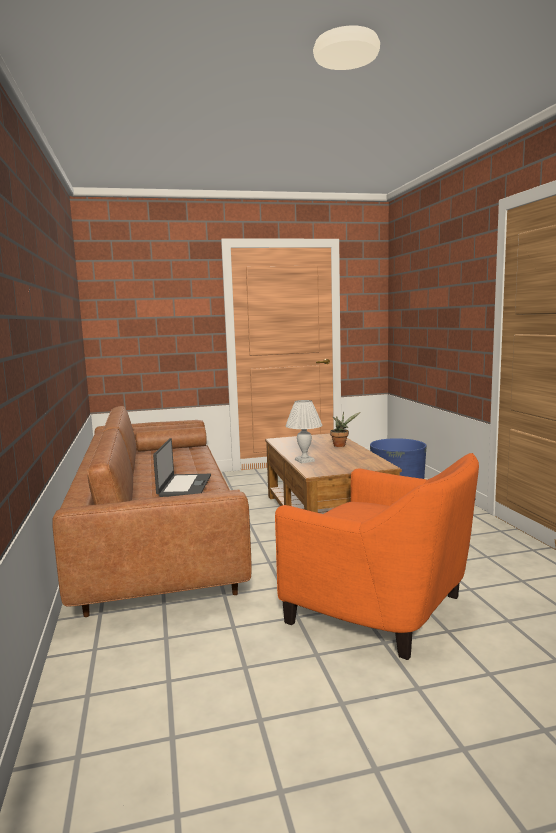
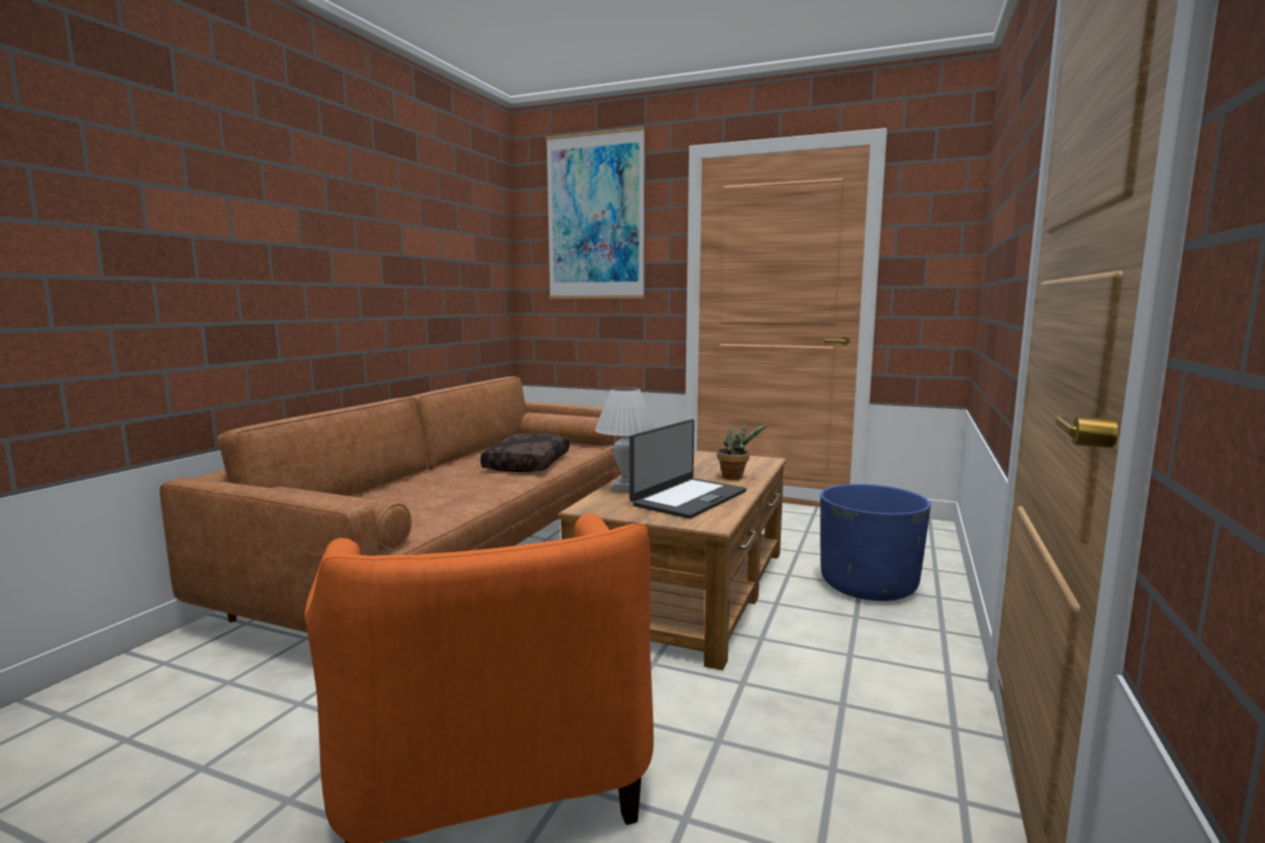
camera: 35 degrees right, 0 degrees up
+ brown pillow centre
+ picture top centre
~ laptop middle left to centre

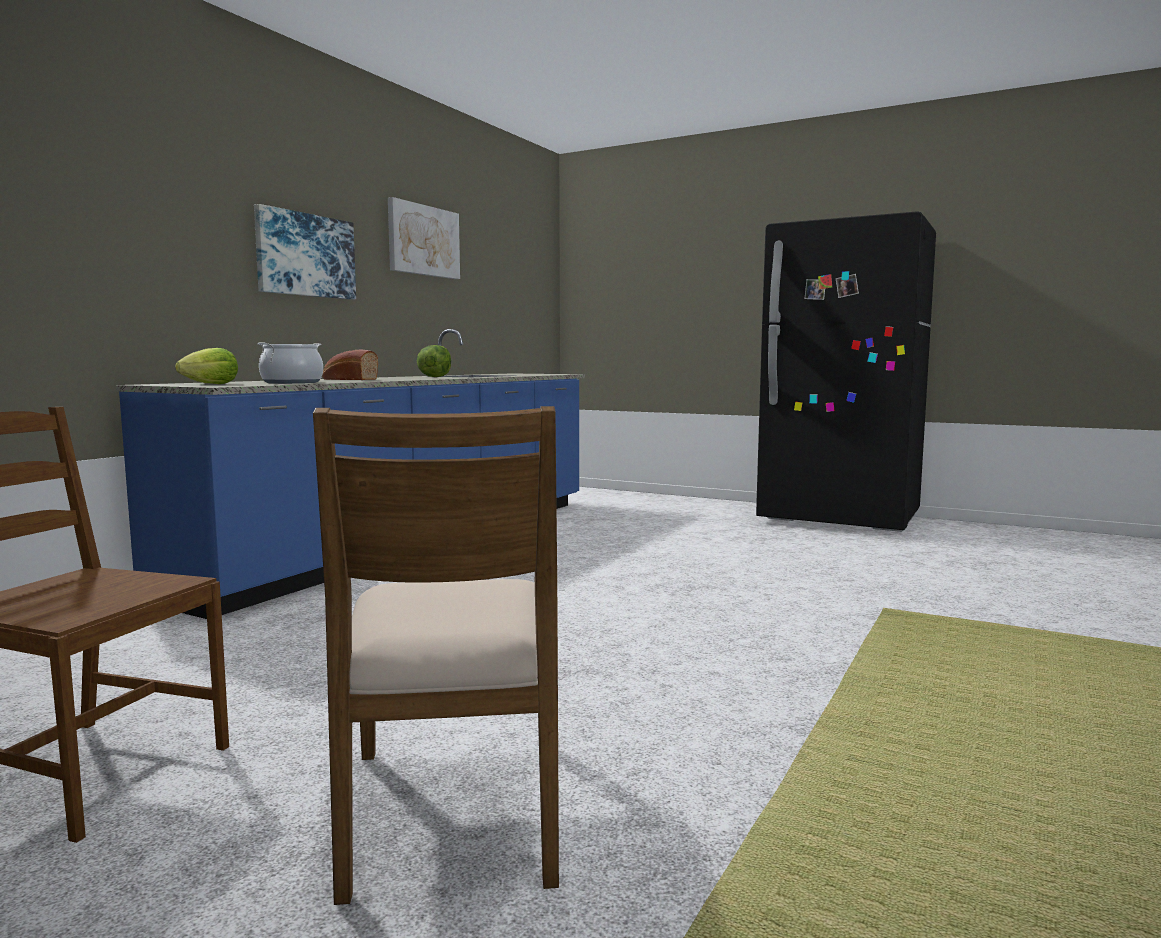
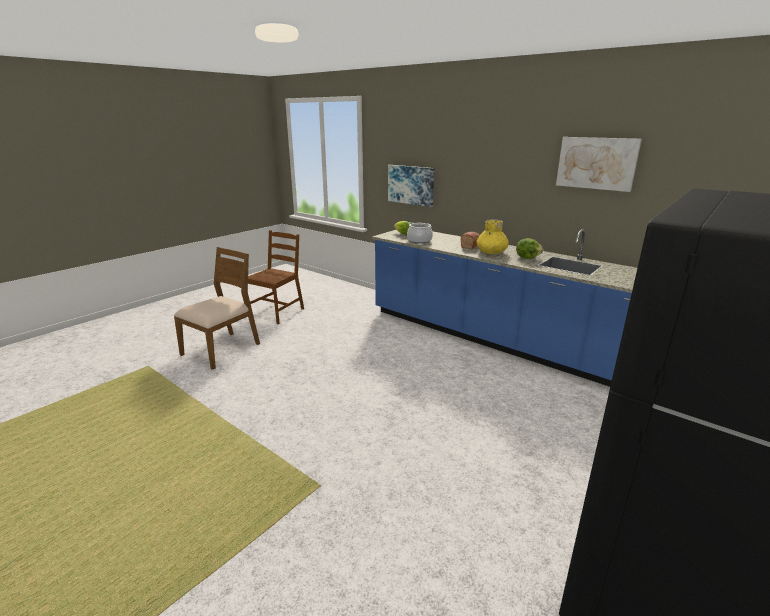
camera: 100 degrees right, 15 degrees up
+ yellow vase centre
~ picture (no. 1 from left) top left to top centre
~ brown chair (no. 2 from left in the first image) bottom centre = middle left 120 degrees clockwise

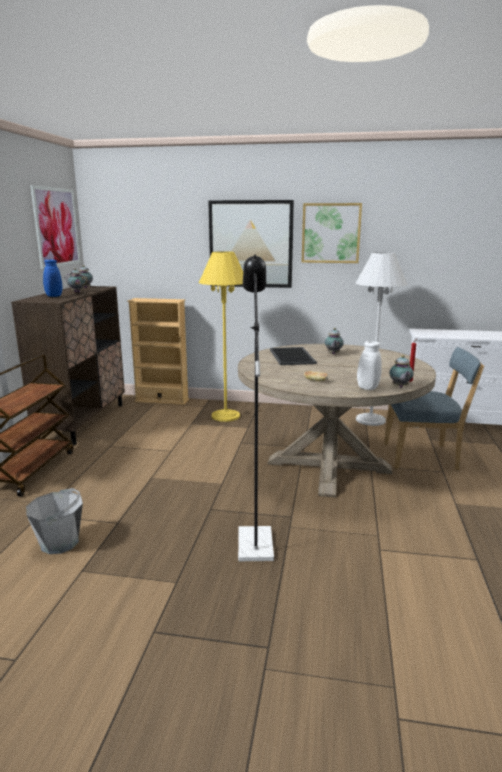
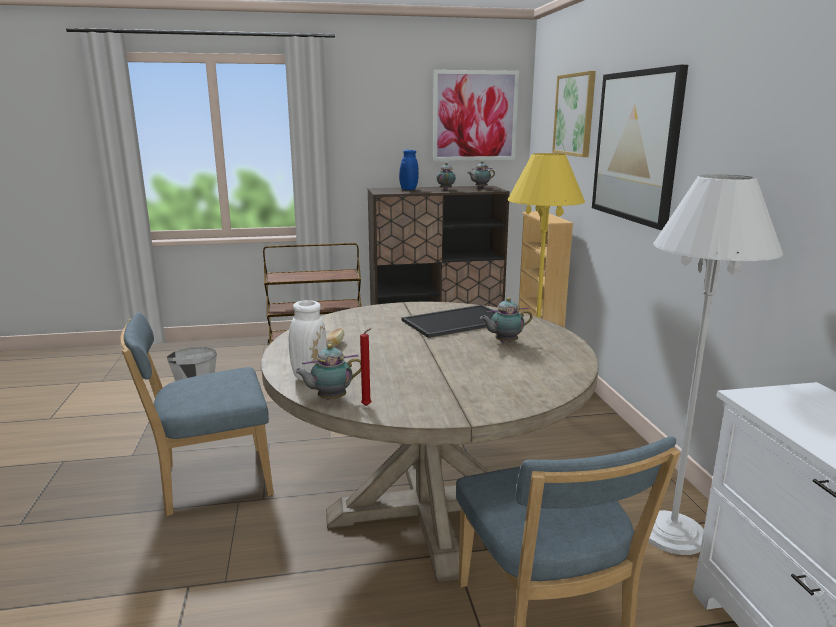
camera: 70 degrees right, 0 degrees up
~ picture (no. 3 from left in the first image) top centre to picture (no. 2 from left) top right
~ black floor lamp centre to blue chair (no. 1 from left) middle left

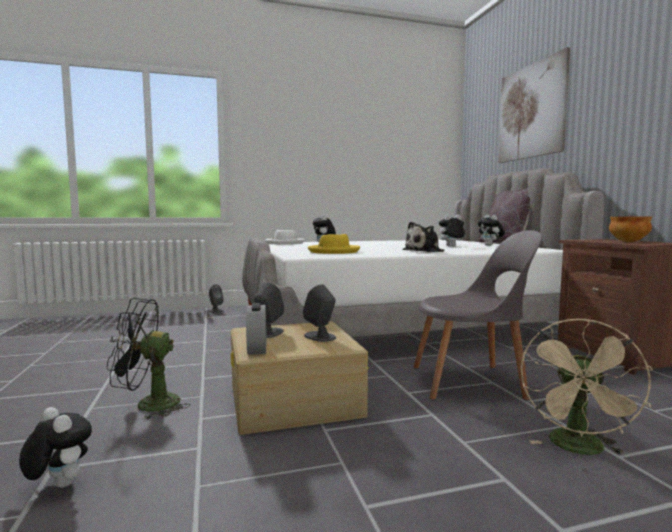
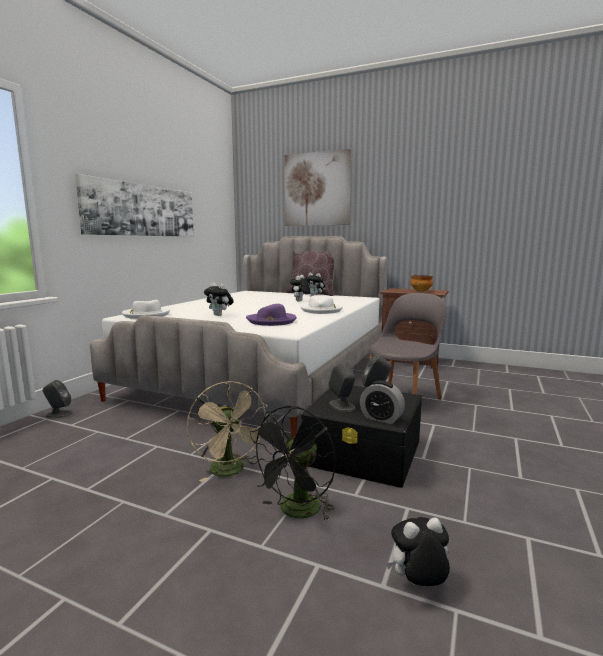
camera: 50 degrees left, 5 degrees up
+ picture (no. 1 from left) top left
~ beige fan bottom right to centre
~ plush toy (no. 3 from left) centre to white hat (no. 2 from left) centre
~ beige storage box bottom centre to black storage box centre
~ yellow hat centre to purple hat centre

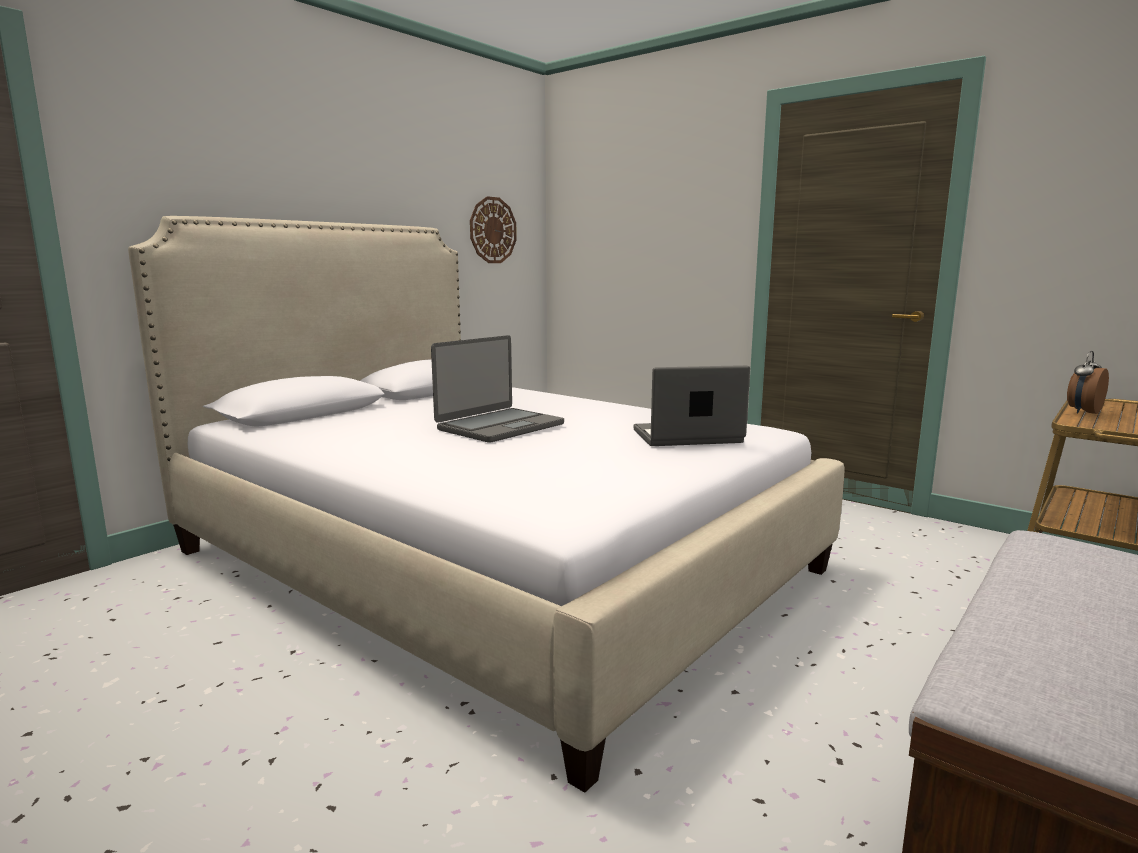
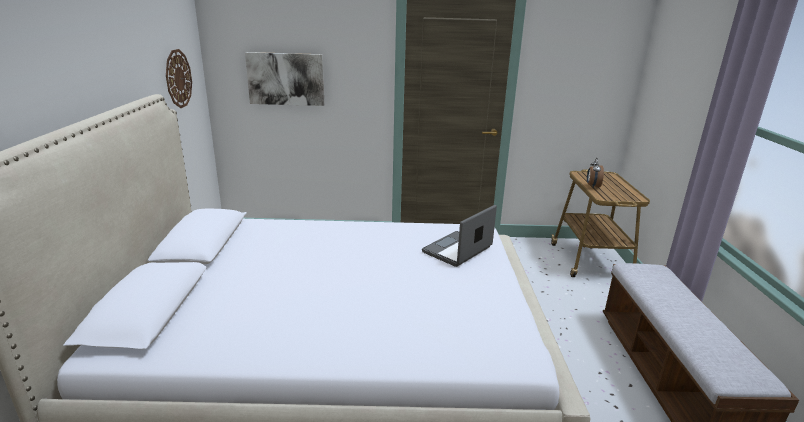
camera: 40 degrees left, 10 degrees up
- laptop (no. 1 from left) centre
+ picture top centre

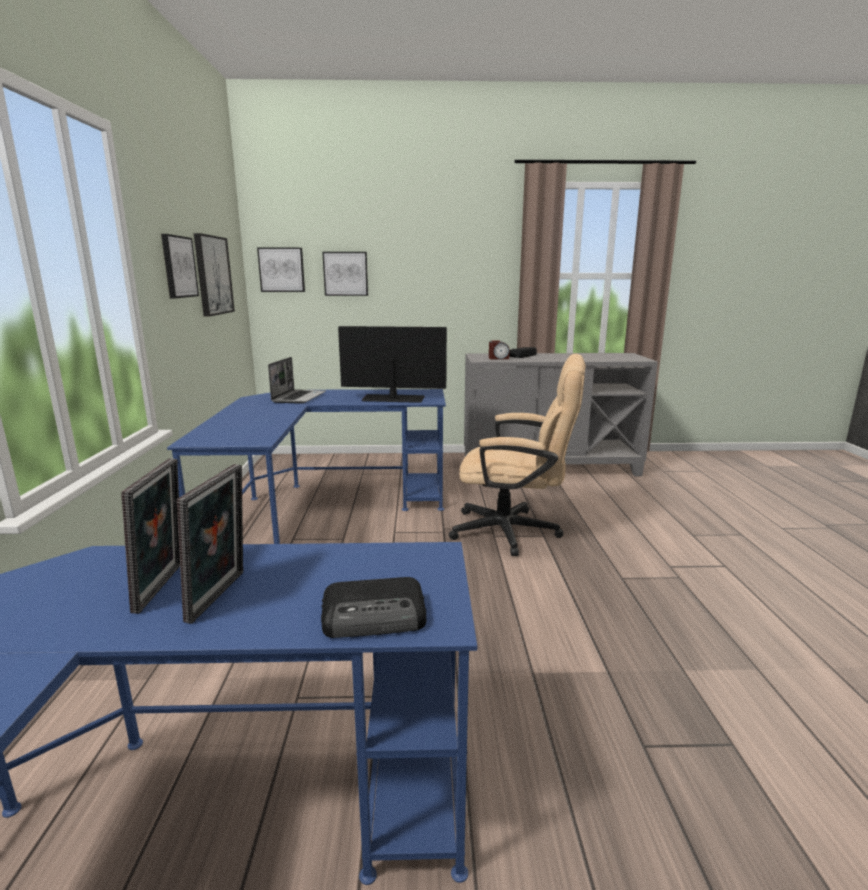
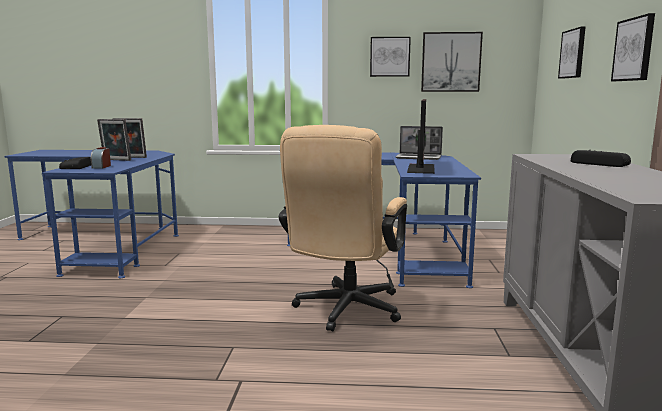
camera: 95 degrees right, 5 degrees down
~ picture (no. 3 from left in the first image) top left to picture (no. 4 from left) top right
~ alarm clock centre to middle left

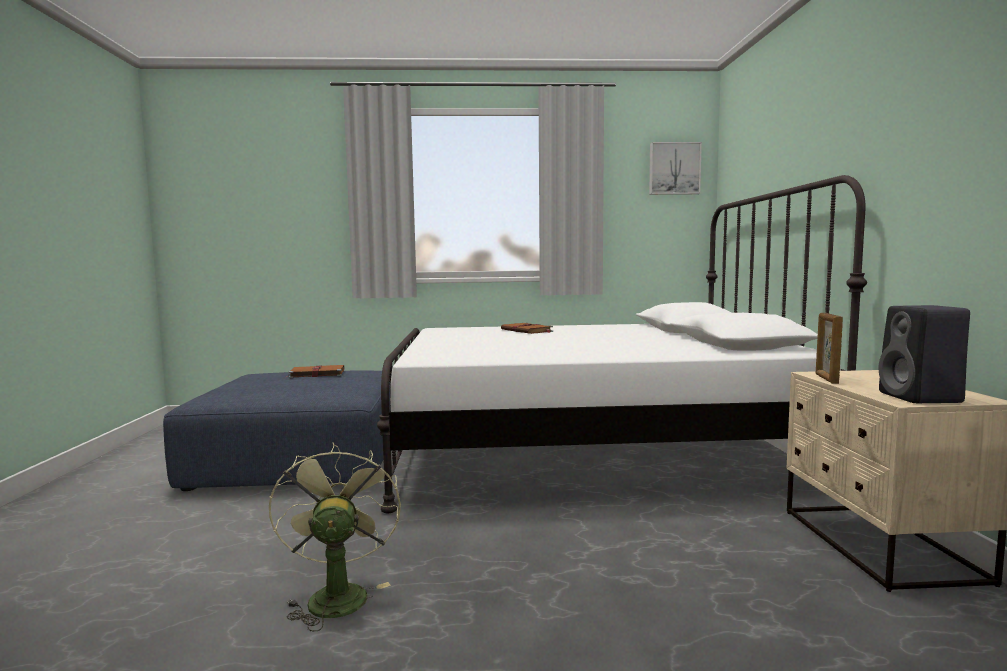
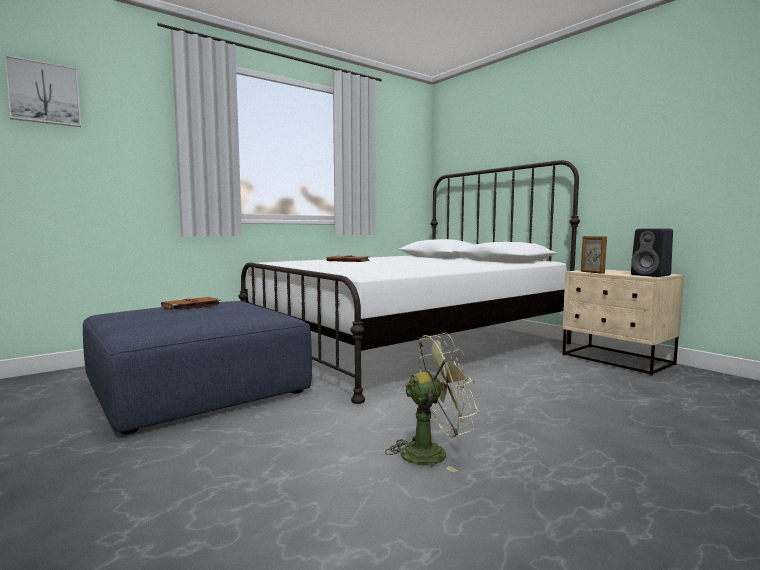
camera: 35 degrees left, 0 degrees up
~ picture top right to top left
~ green fan bottom left = bottom centre 120 degrees clockwise

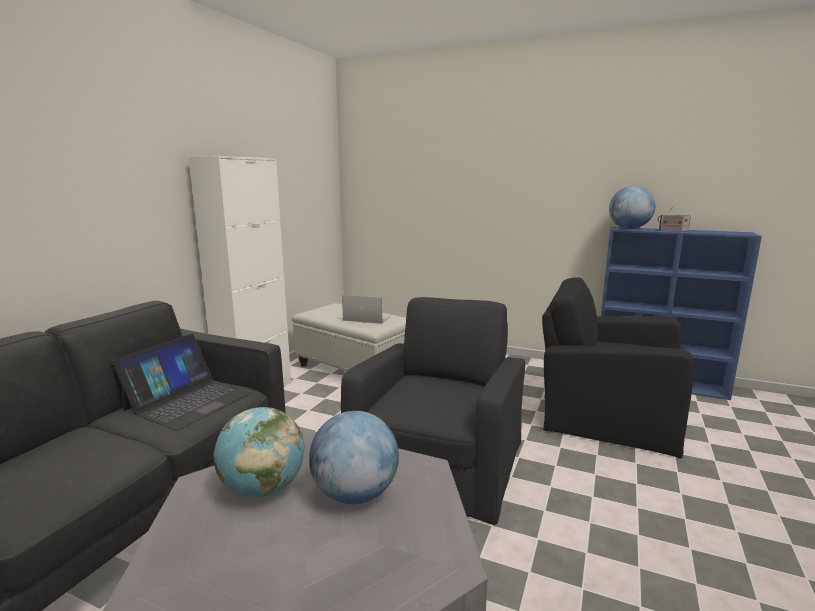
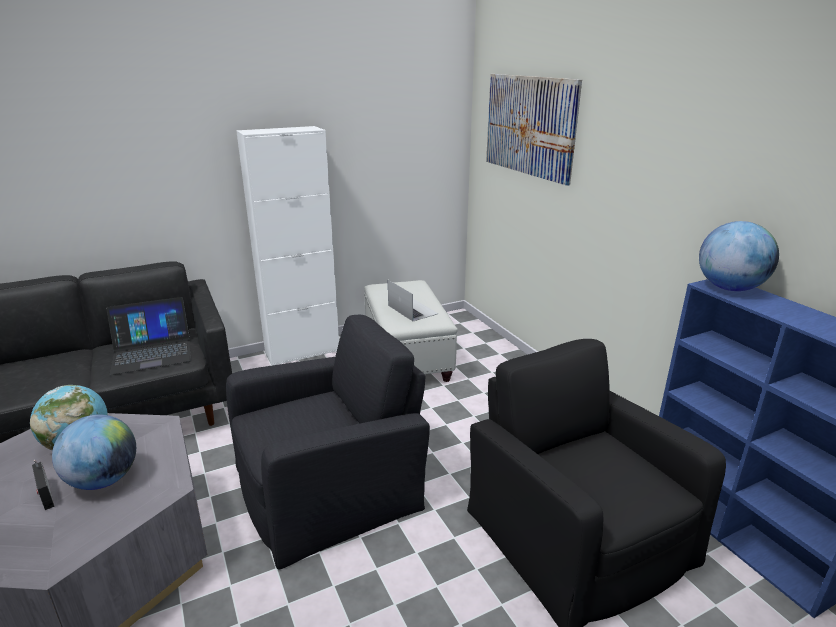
camera: 40 degrees right, 10 degrees up
+ picture top centre
~ radio middle right to bottom left

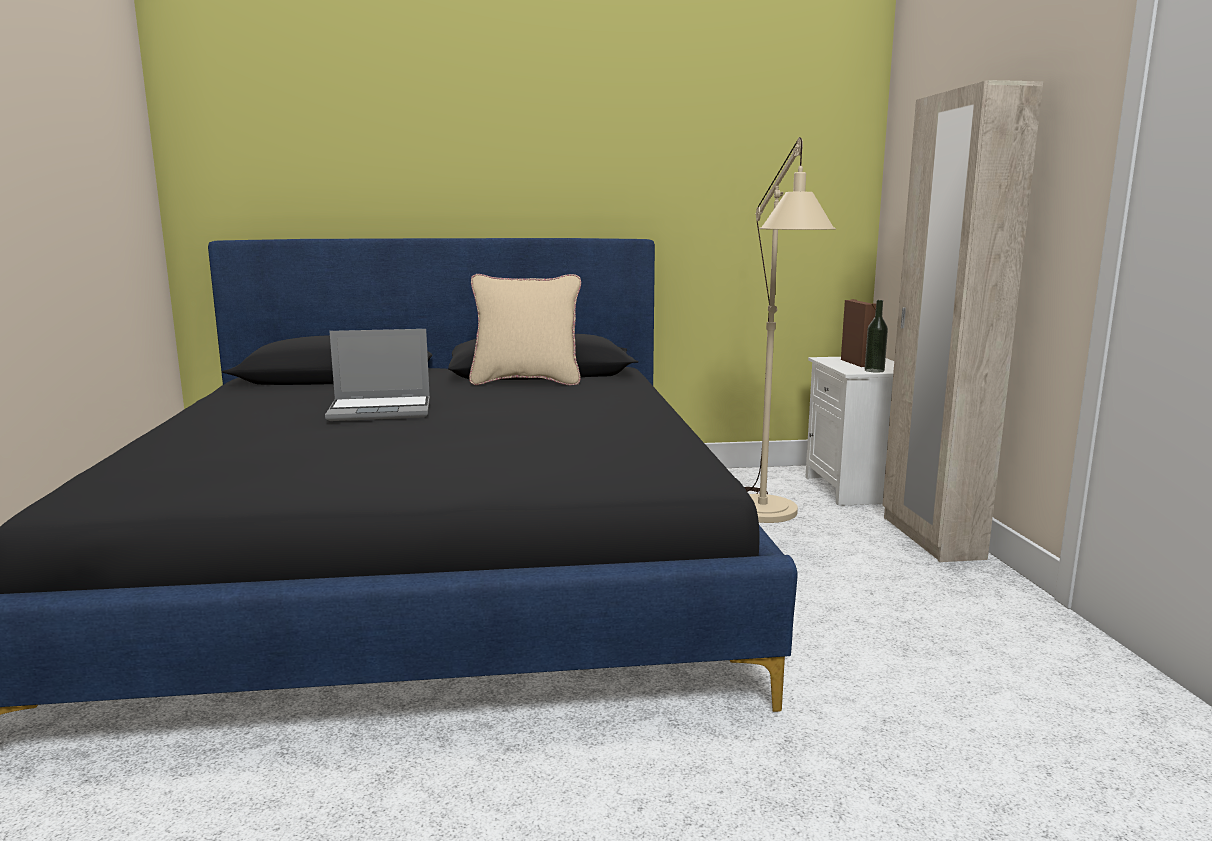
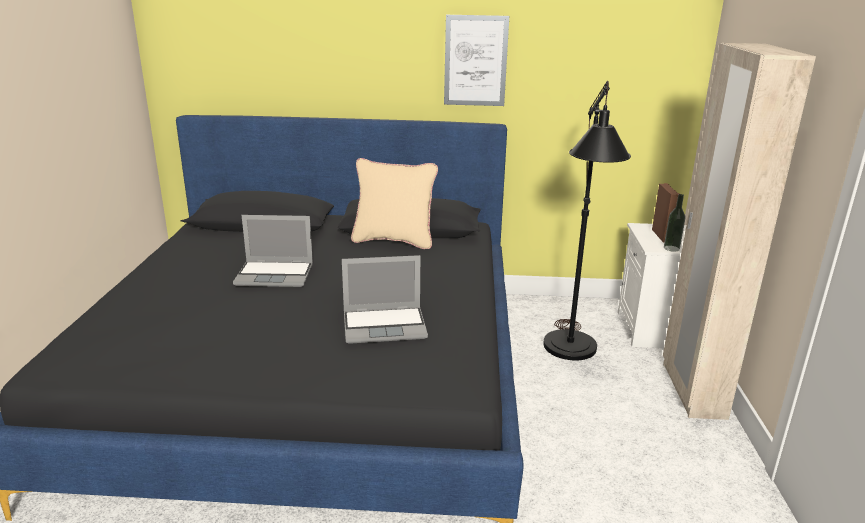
camera: 10 degrees right, 10 degrees up
+ laptop (no. 2 from left) centre
+ picture top centre
~ beige floor lamp centre to black floor lamp middle right

